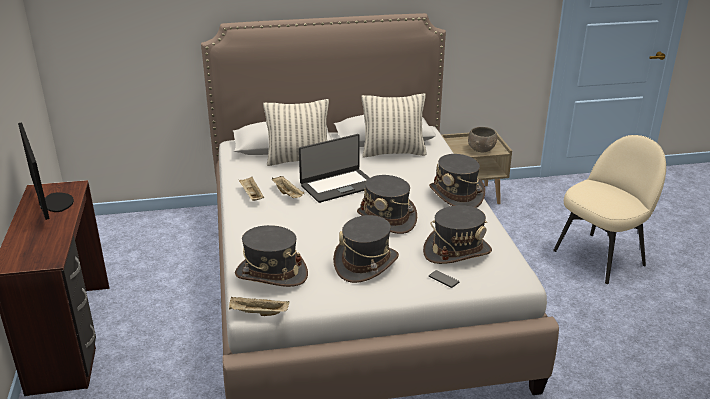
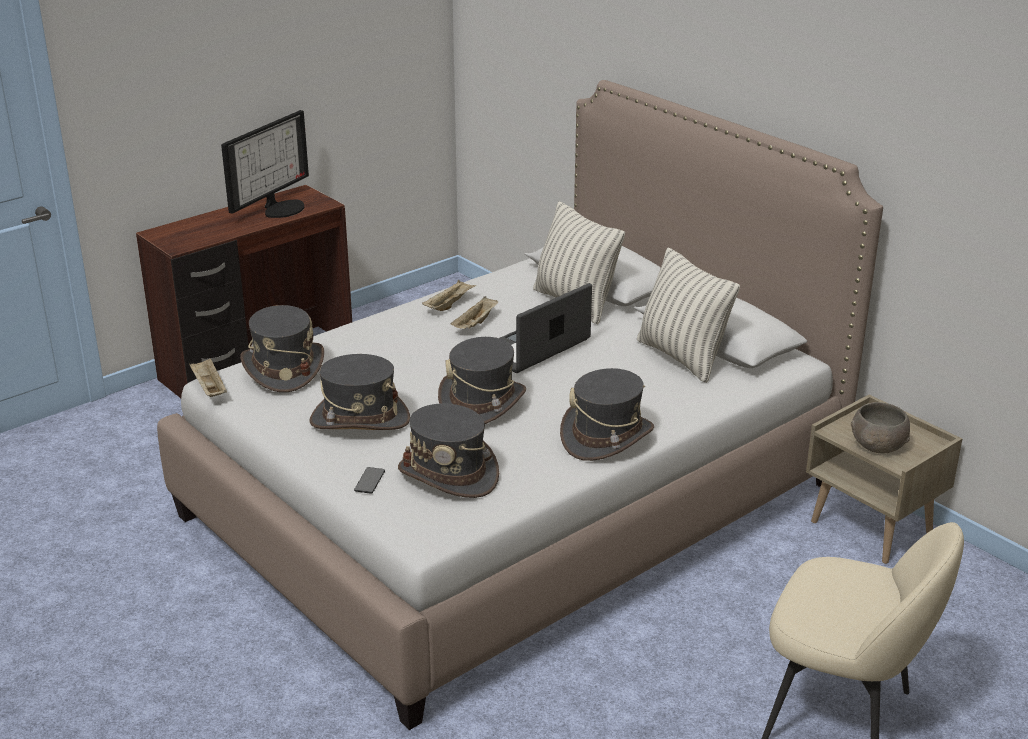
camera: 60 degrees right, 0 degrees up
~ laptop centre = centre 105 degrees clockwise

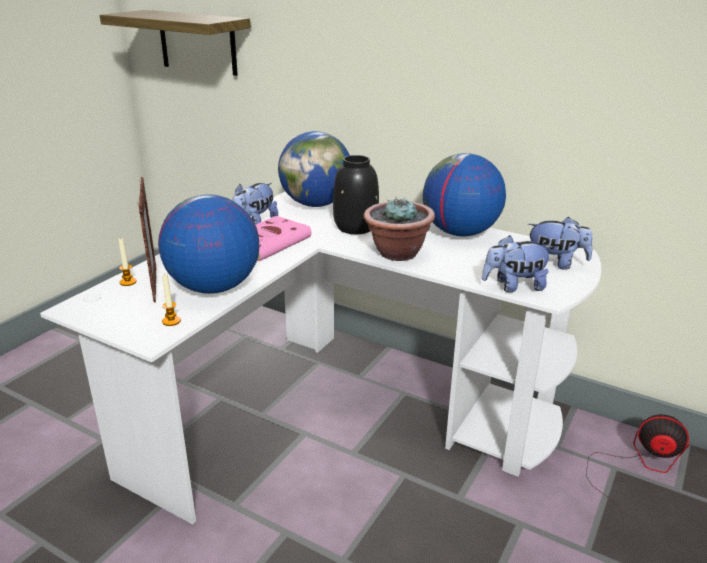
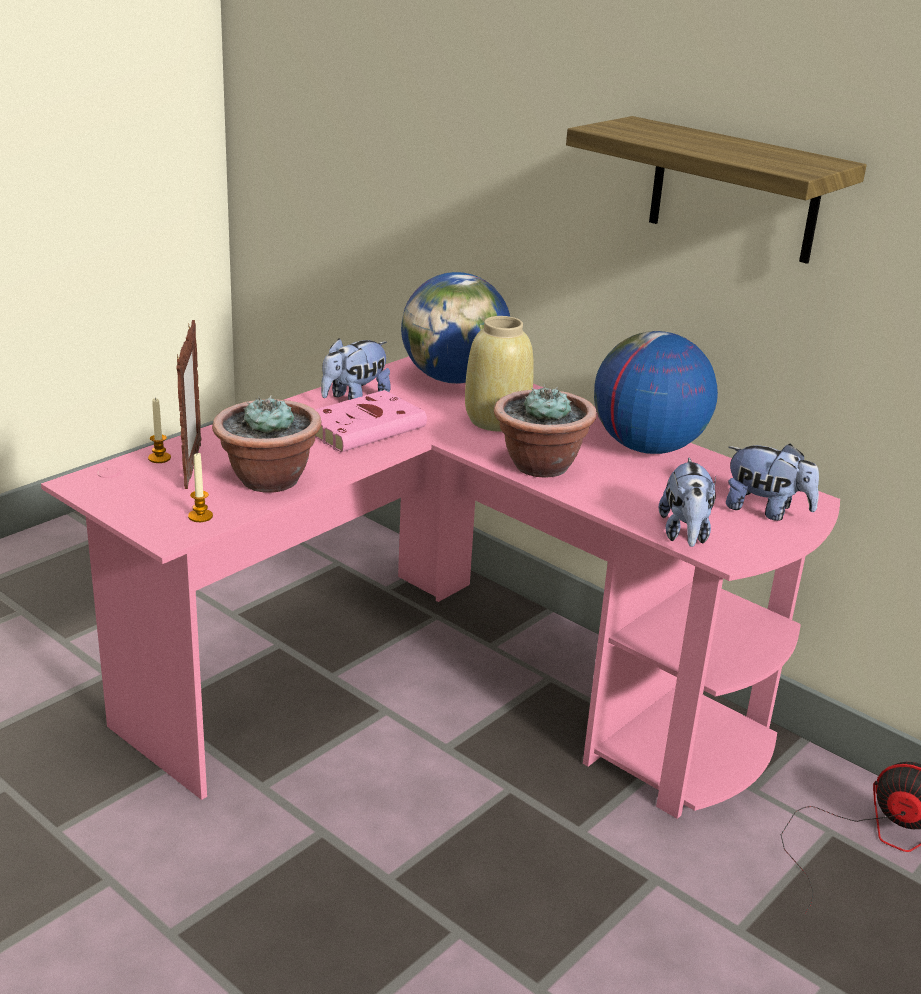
camera: 10 degrees right, 0 degrees up
~ shelf top left to top right
~ globe (no. 1 from left) middle left to potted plant (no. 1 from left) middle left
~ white desk centre to pink desk centre
~ black vase centre to beige vase centre
~ plush toy (no. 2 from left) middle right = middle right 90 degrees counterclockwise

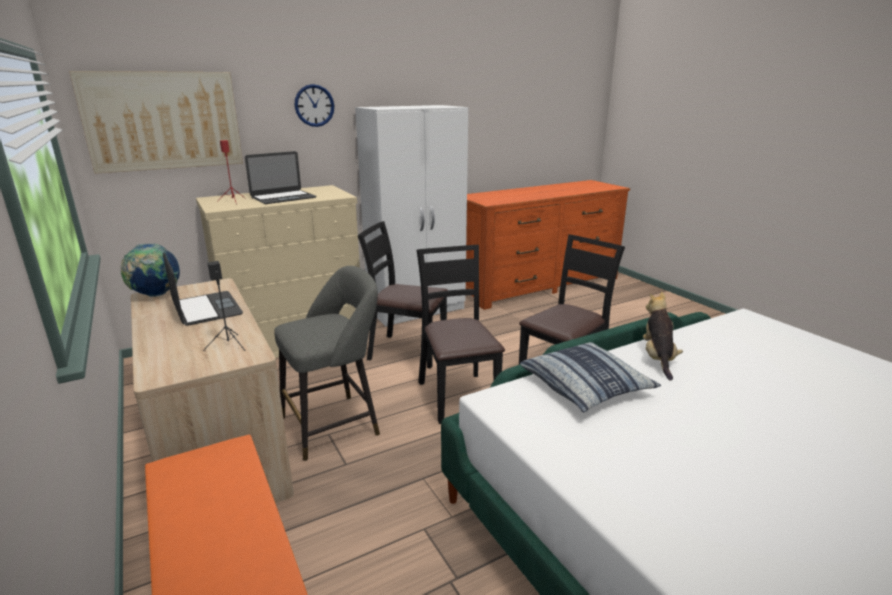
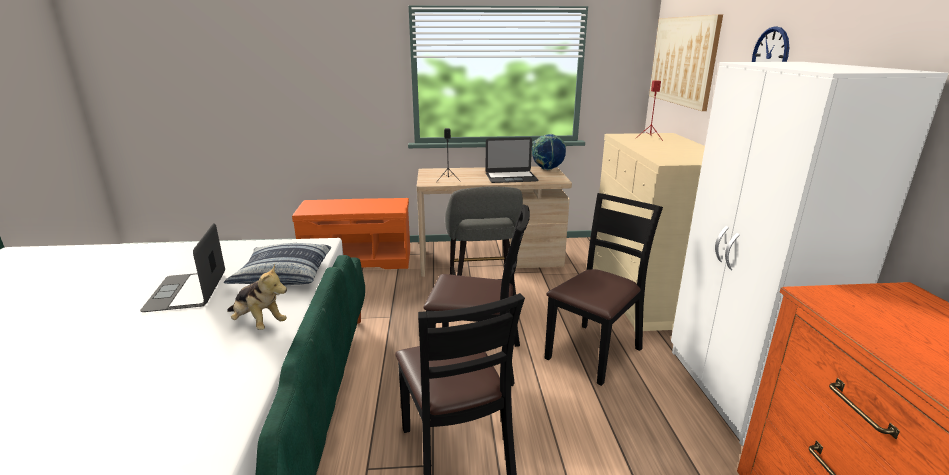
camera: 115 degrees right, 0 degrees up
~ laptop (no. 2 from left in the first image) top left to laptop (no. 1 from left) middle left

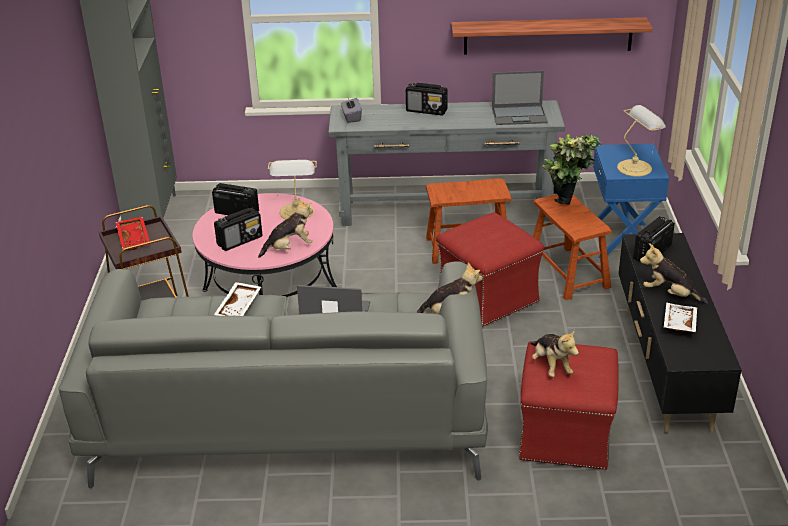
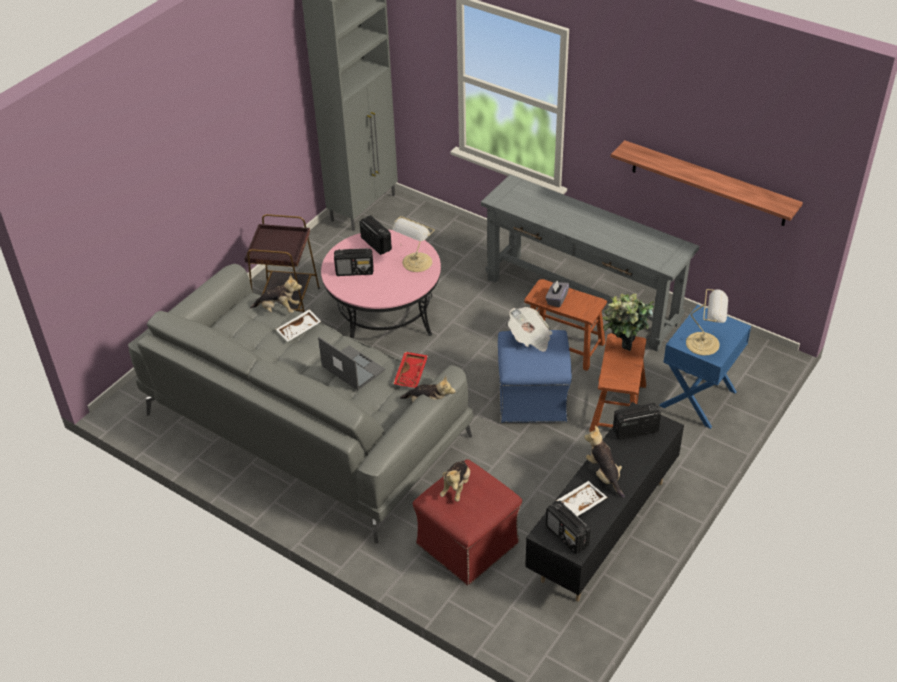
camera: 35 degrees right, 10 degrees up
- laptop (no. 2 from left) top centre
+ newspaper centre
~ red tray middle left to centre
~ plush toy (no. 1 from left) centre to middle left
~ grey tissue box top centre to centre
~ radio (no. 3 from left) top centre to bottom centre
~ red ottoman (no. 1 from left) centre to blue ottoman centre

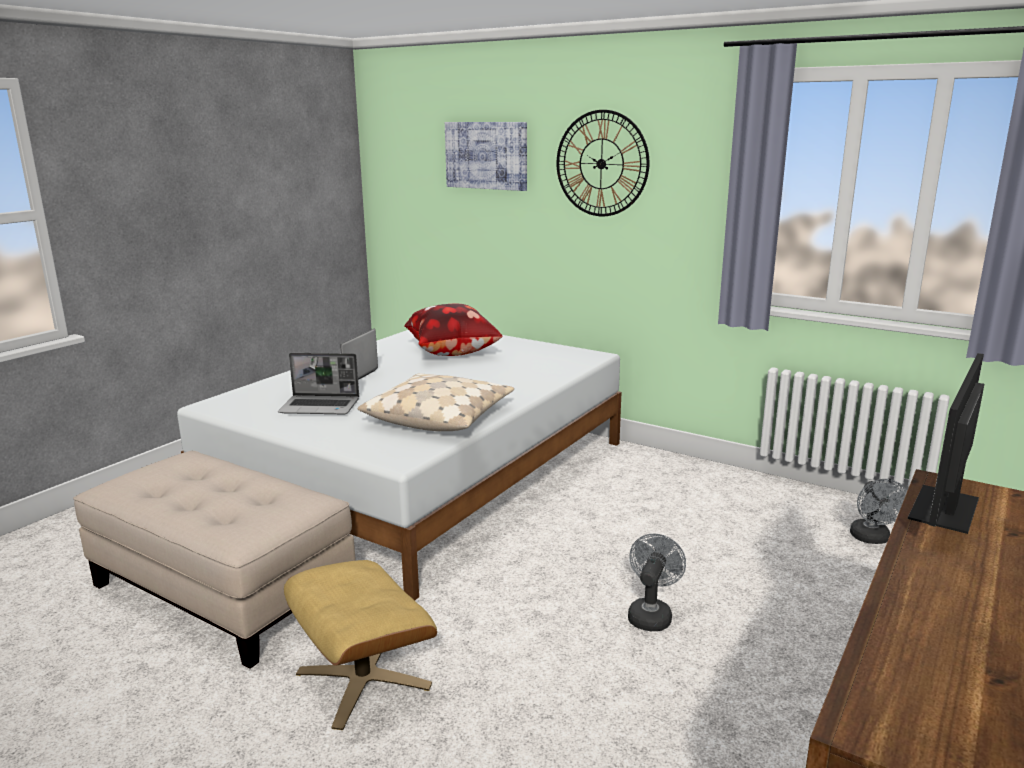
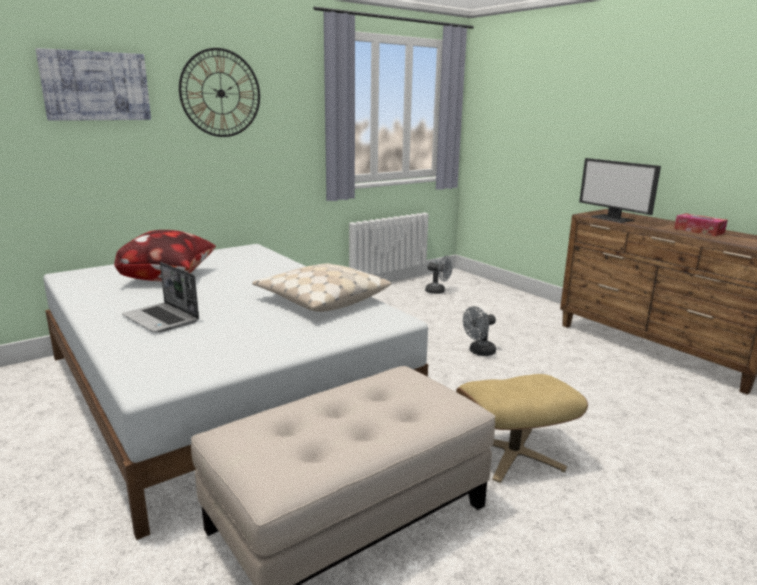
camera: 70 degrees left, 0 degrees up
- laptop (no. 1 from left) middle left
+ tissue box middle right
~ grey fan (no. 1 from left in the first image) bottom centre = centre 75 degrees counterclockwise

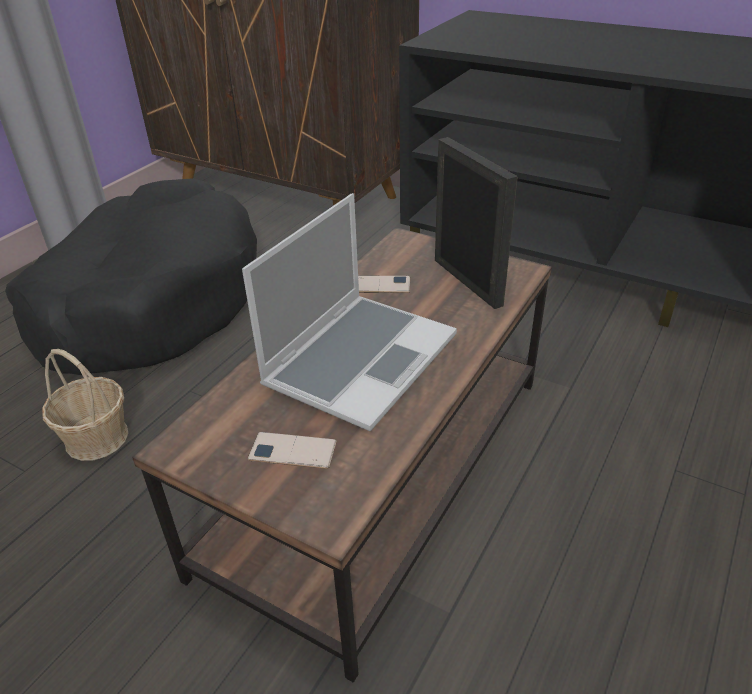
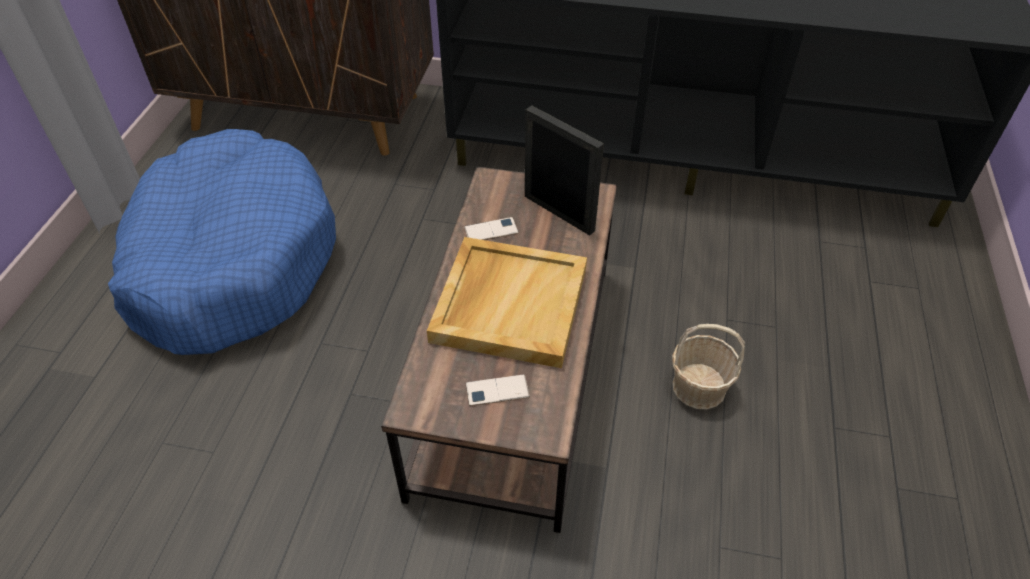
camera: 20 degrees left, 10 degrees up
~ basket middle left to middle right
~ laptop centre to beige tray centre
~ black dog bed middle left to blue dog bed middle left

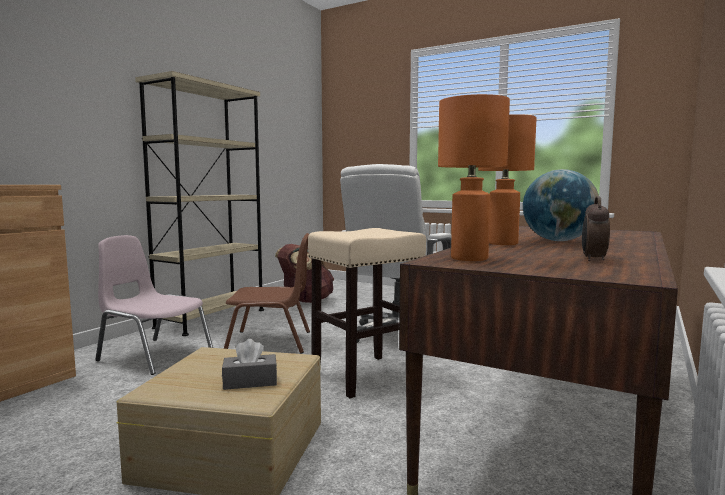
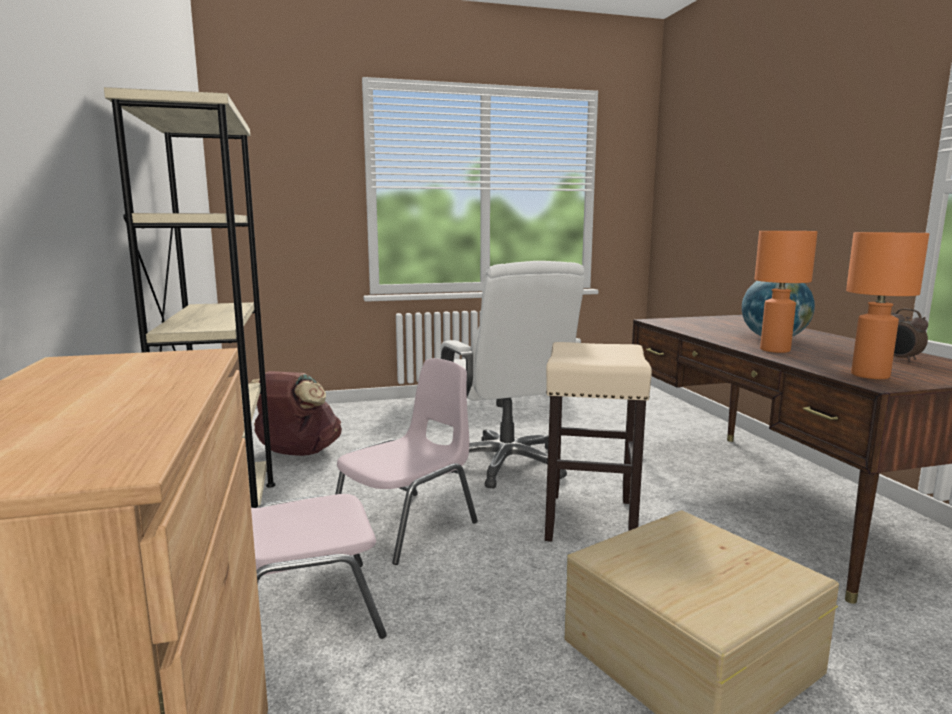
camera: 45 degrees left, 5 degrees up
- grey tissue box bottom centre
~ brown chair centre to pink chair (no. 2 from left) centre

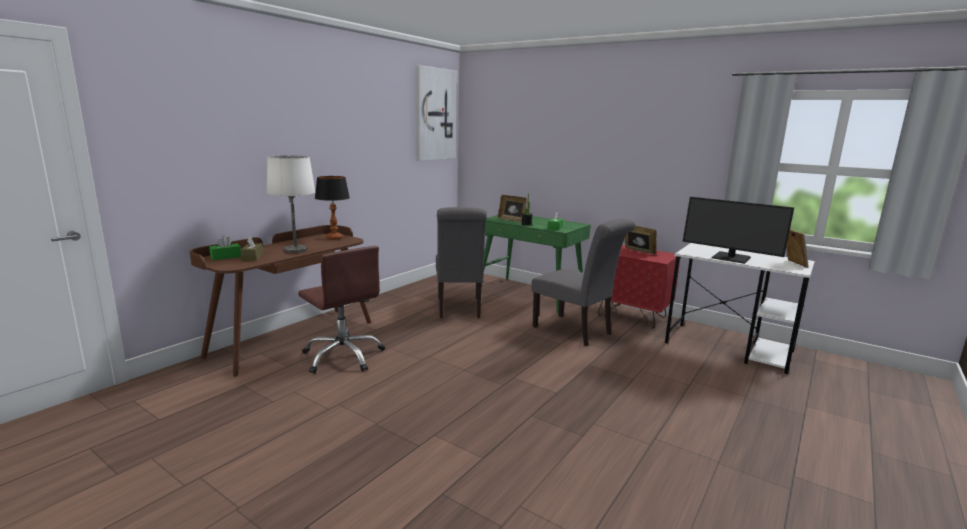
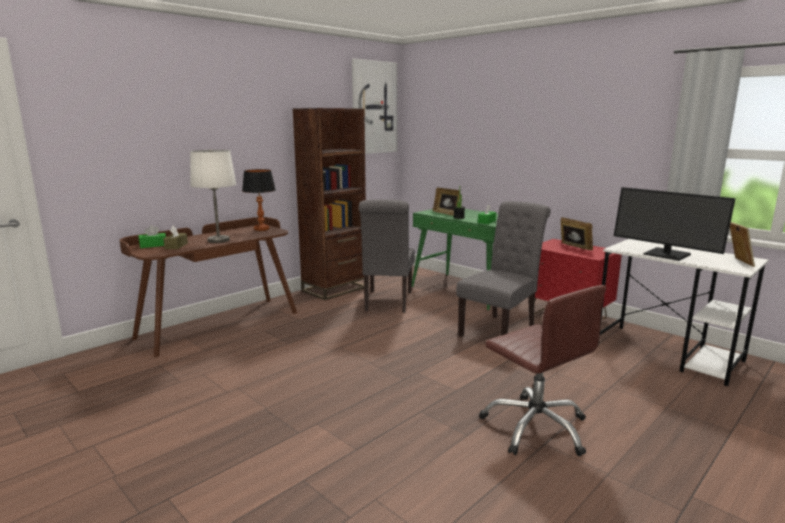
camera: 10 degrees right, 0 degrees up
+ brown bookcase centre
~ brown office chair centre to bottom right
~ grey chair (no. 2 from left) centre = centre 105 degrees counterclockwise

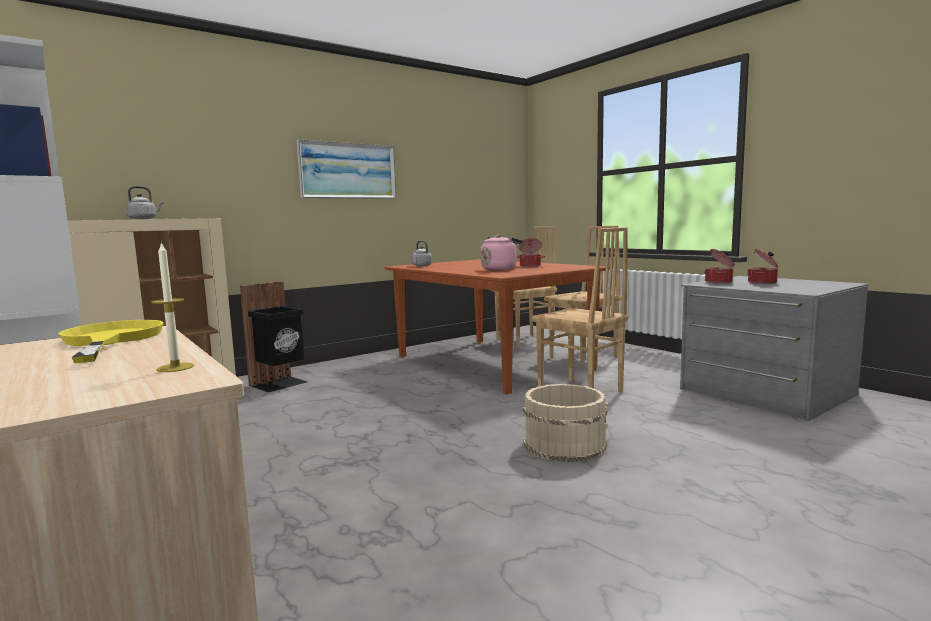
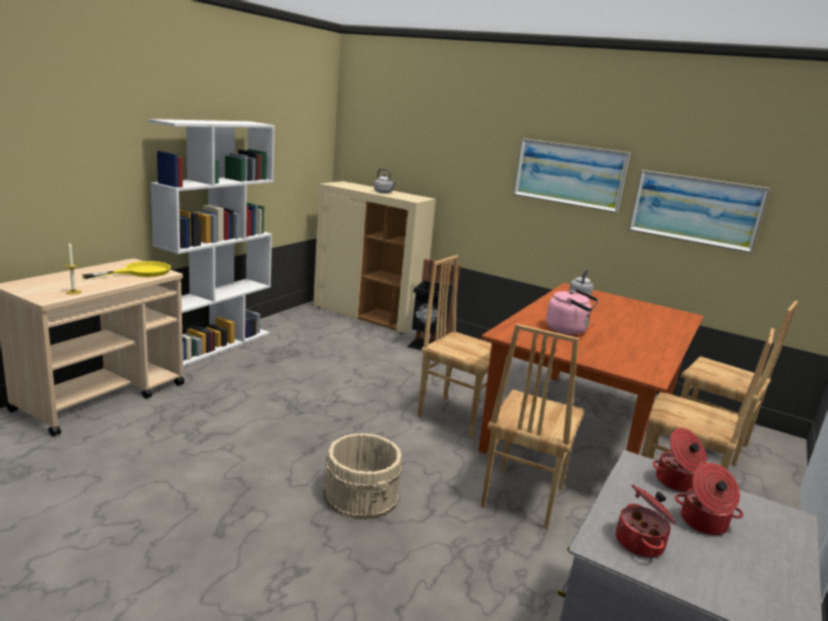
camera: 65 degrees right, 10 degrees up
+ brown chair (no. 1 from left) centre
+ picture (no. 2 from left) middle right
~ cooking pot (no. 1 from left) centre to bottom right

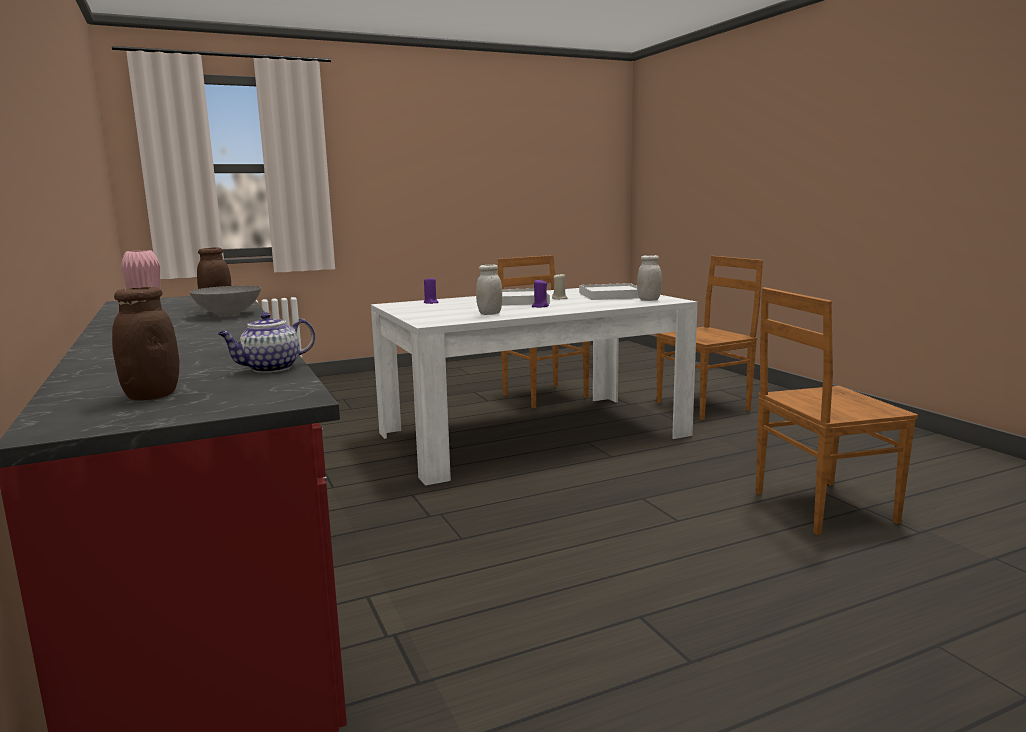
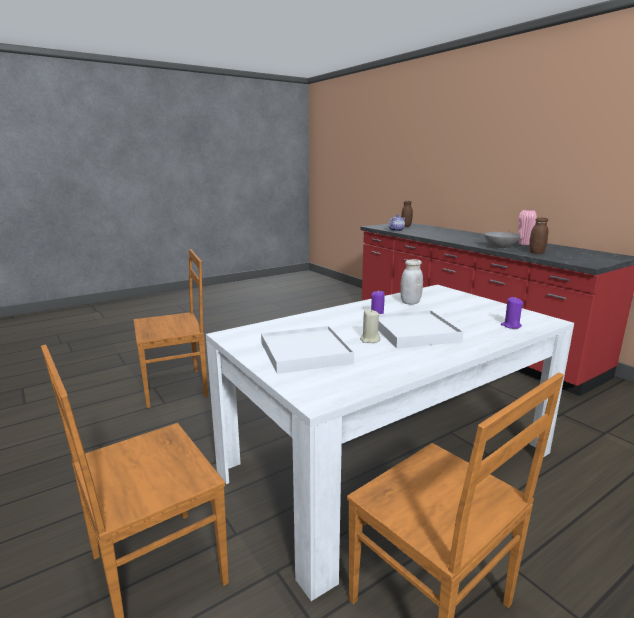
camera: 170 degrees right, 5 degrees up
- white jar (no. 2 from left) centre

